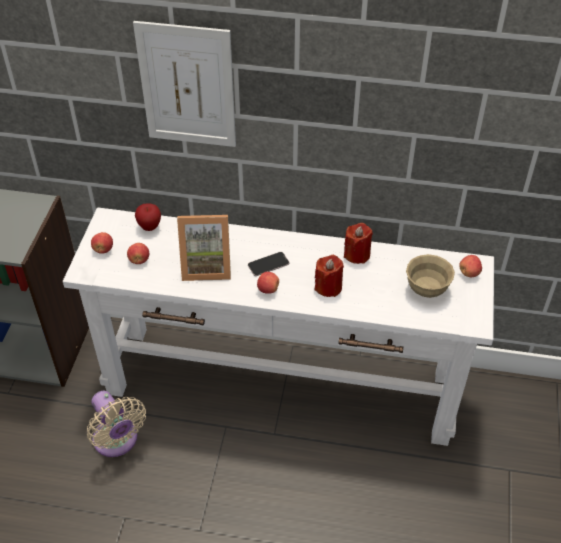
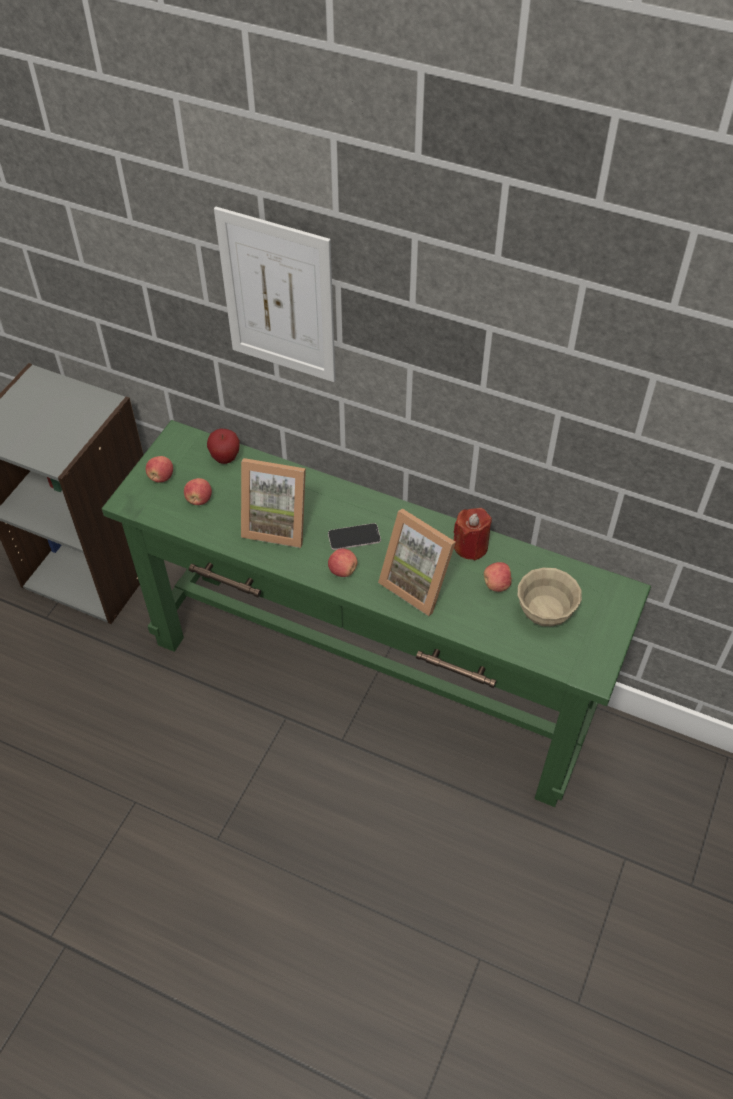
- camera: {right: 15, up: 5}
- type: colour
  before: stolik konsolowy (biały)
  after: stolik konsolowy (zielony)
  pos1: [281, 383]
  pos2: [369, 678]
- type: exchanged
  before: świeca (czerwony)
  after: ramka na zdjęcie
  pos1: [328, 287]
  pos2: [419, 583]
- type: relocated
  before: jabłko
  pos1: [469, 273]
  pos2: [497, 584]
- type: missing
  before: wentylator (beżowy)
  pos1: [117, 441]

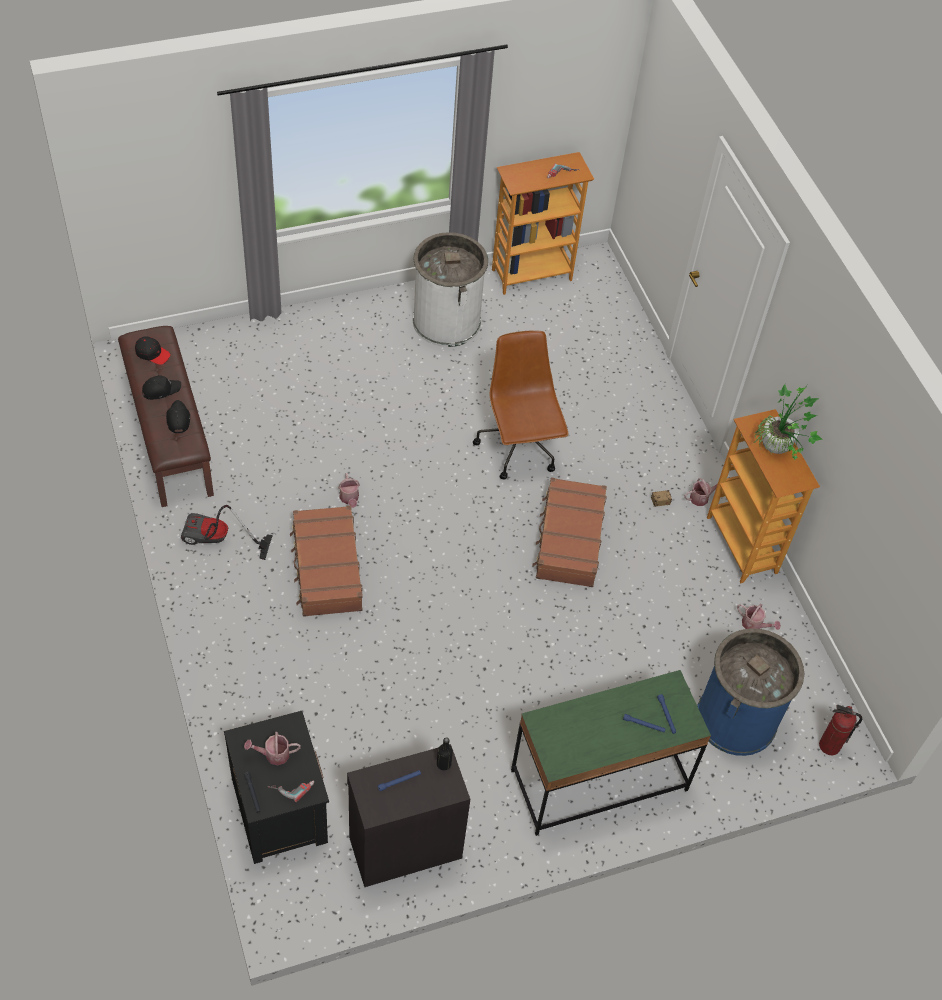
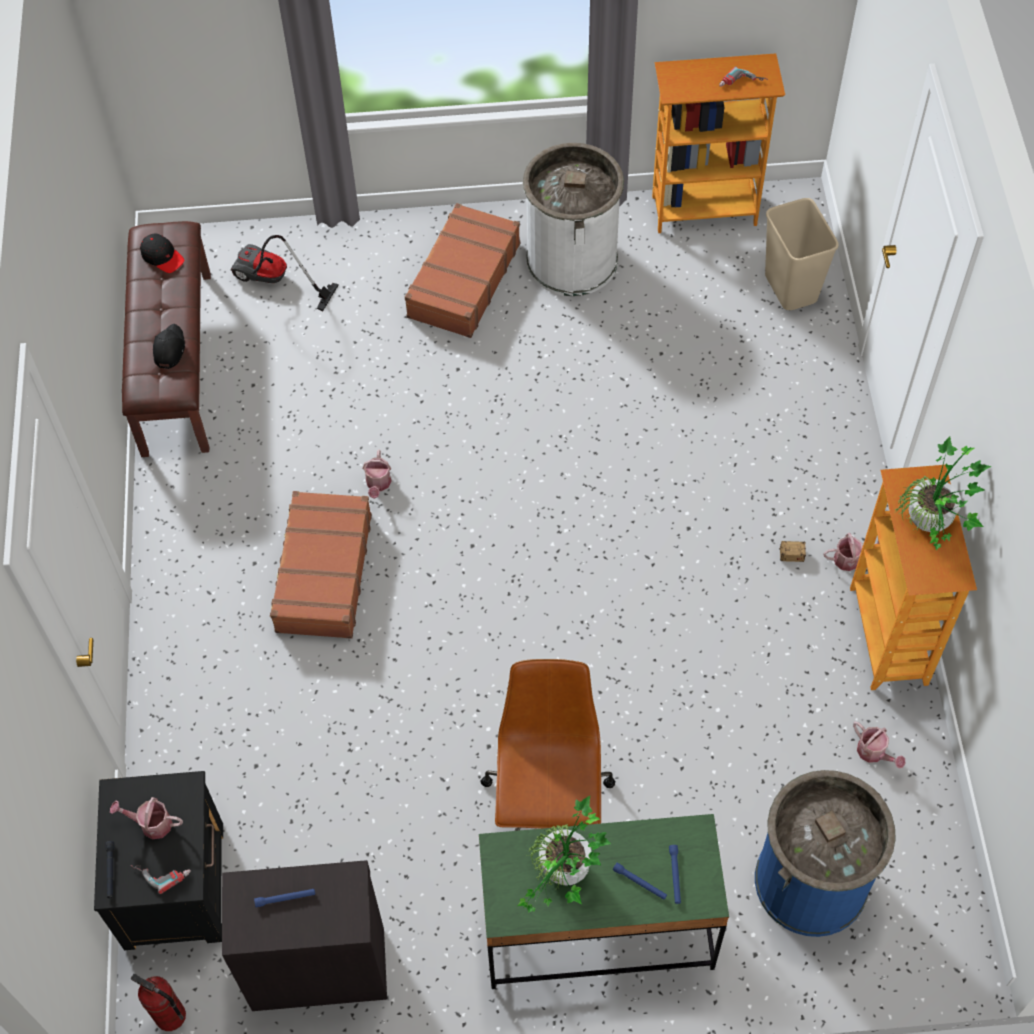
- camera: {right: 20, up: 5}
- type: relocated
  before: krzesło biurowe (brązowy)
  pos1: [519, 448]
  pos2: [548, 803]
- type: missing
  before: czapka z daszkiem (czarny)
  pos1: [160, 390]
- type: relocated
  before: walizka (brązowy)
  pos1: [569, 540]
  pos2: [463, 280]
- type: relocated
  before: odkurzacz
  pos1: [217, 541]
  pos2: [274, 282]
- type: relocated
  before: gaśnica
  pos1: [829, 746]
  pos2: [169, 1016]
- type: missing
  before: butelka (czarny)
  pos1: [443, 764]
- type: appeared
  after: kosz na śmieci (beżowy)
  pos2: [791, 288]
- type: appeared
  after: roślina doniczkowa
  pos2: [563, 878]

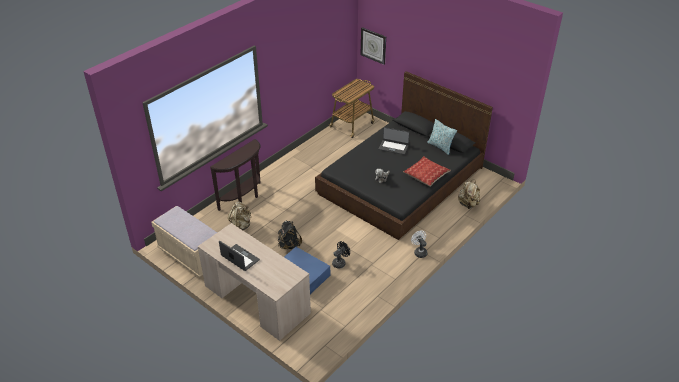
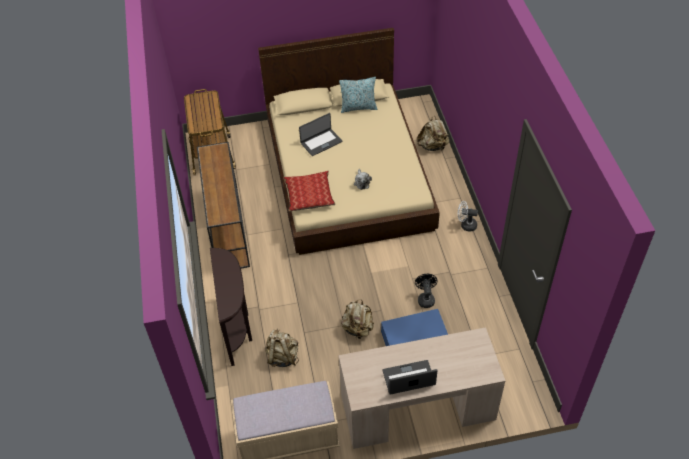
- camera: {right: -50, up: 10}
- type: missing
  before: zegar ścienny
  pos1: [373, 45]
- type: colour
  before: łóżko (czarny)
  after: łóżko (beżowy)
  pos1: [401, 180]
  pos2: [347, 172]
- type: relocated
  before: poduszka
  pos1: [426, 175]
  pos2: [309, 195]
- type: colour
  before: plecak (czarny)
  after: plecak (beżowy)
  pos1: [289, 245]
  pos2: [358, 328]
- type: appeared
  after: stolik konsolowy (brązowy)
  pos2: [227, 227]

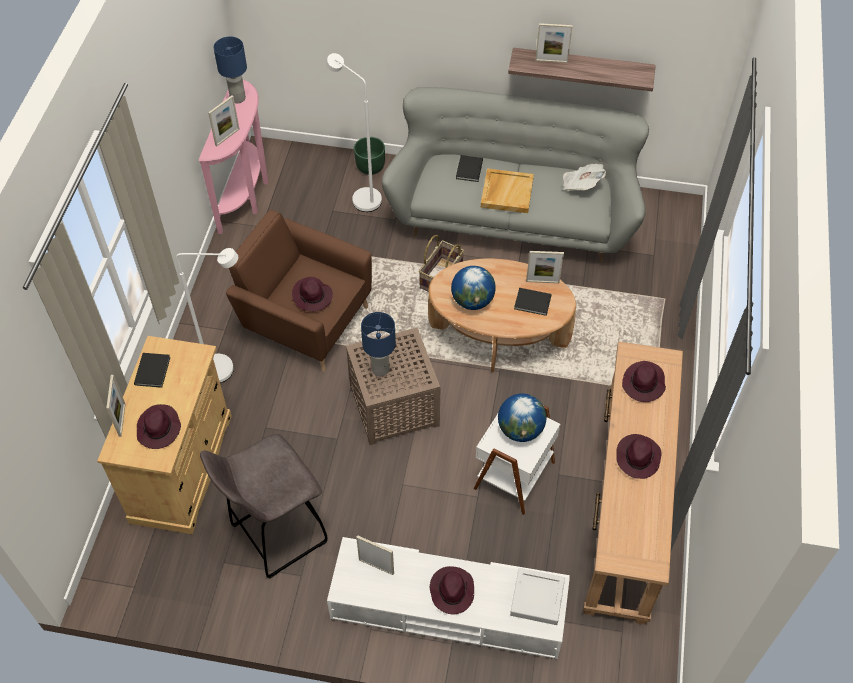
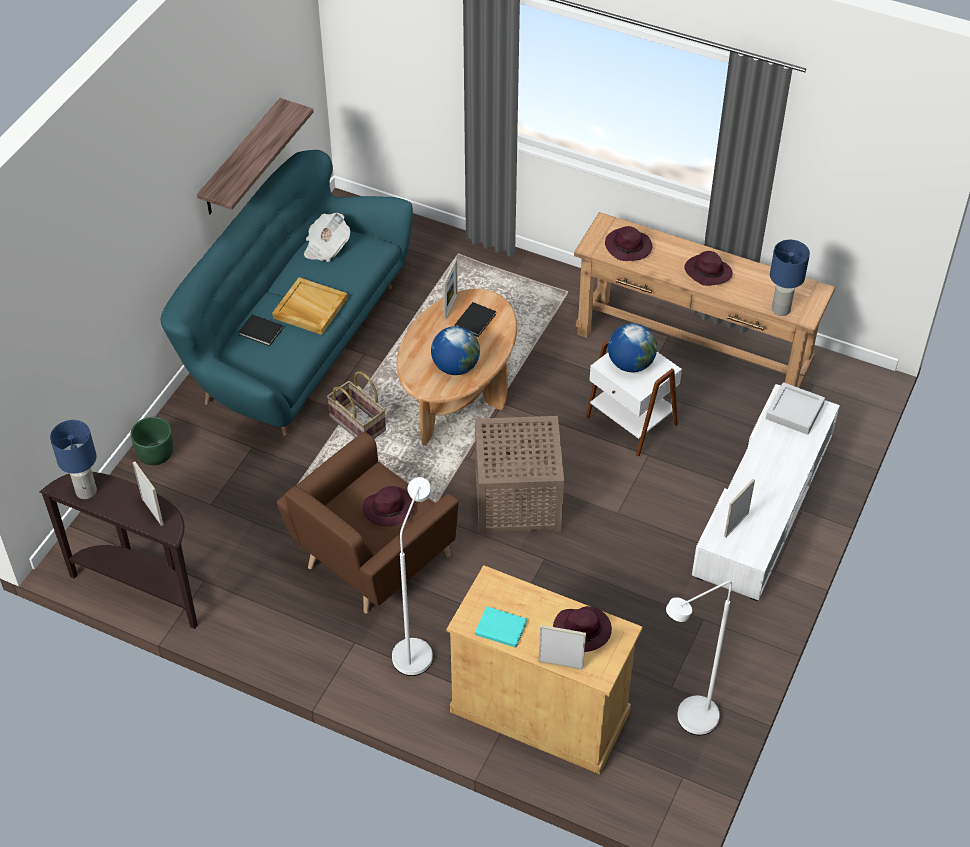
- camera: {right: -75, up: -5}
- type: missing
  before: ramka na zdjęcie
  pos1: [551, 61]
- type: relocated
  before: lampa stojąca (biały)
  pos1: [361, 196]
  pos2: [688, 722]
- type: colour
  before: stolik konsolowy (różowy)
  after: stolik konsolowy (brązowy)
  pos1: [247, 195]
  pos2: [142, 588]
- type: colour
  before: kanapa (szary)
  after: kanapa (turkusowy)
  pos1: [513, 216]
  pos2: [295, 342]
- type: relocated
  before: lampa stołowa (niebieski)
  pos1: [380, 369]
  pos2: [780, 309]
- type: colour
  before: książka (czarny)
  after: książka (turkusowy)
  pos1: [153, 370]
  pos2: [500, 627]
- type: missing
  before: stołek (szary)
  pos1: [276, 535]
- type: missing
  before: kapelusz (fioletowy)
  pos1: [451, 590]

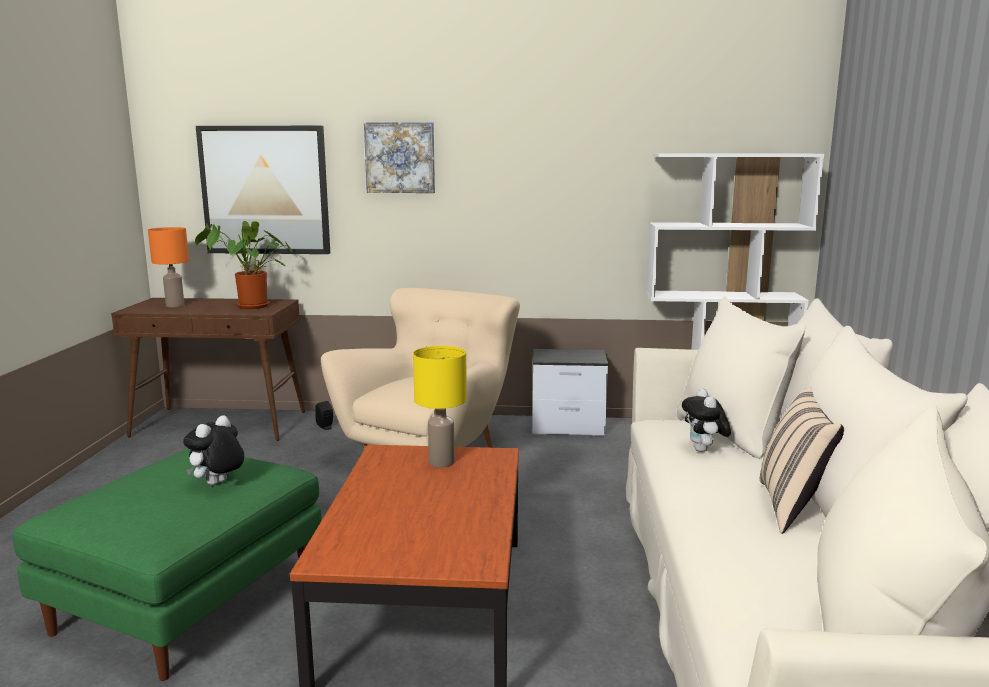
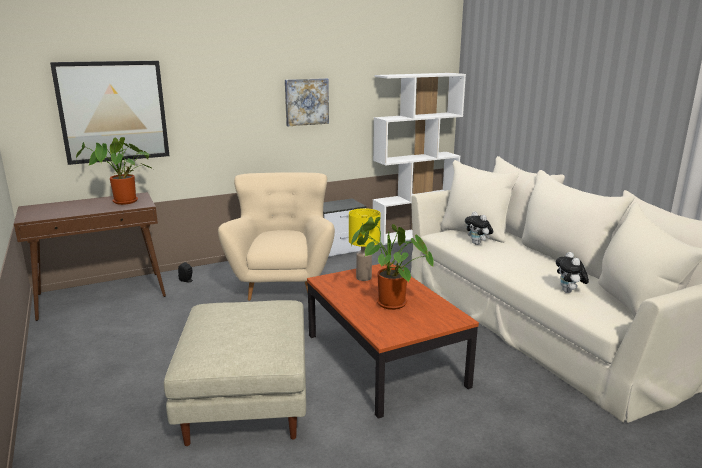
- camera: {right: -30, up: 5}
- type: relocated
  before: obraz
  pos1: [400, 158]
  pos2: [306, 102]
- type: missing
  before: lampa stołowa (pomarańczowy)
  pos1: [174, 305]
- type: missing
  before: poduszka (beżowy)
  pos1: [793, 507]
- type: relocated
  before: pluszak
  pos1: [218, 484]
  pos2: [569, 292]
- type: colour
  before: pufa (zielony)
  after: pufa (beżowy)
  pos1: [189, 598]
  pos2: [246, 397]
- type: appeared
  after: roślina doniczkowa
  pos2: [387, 303]

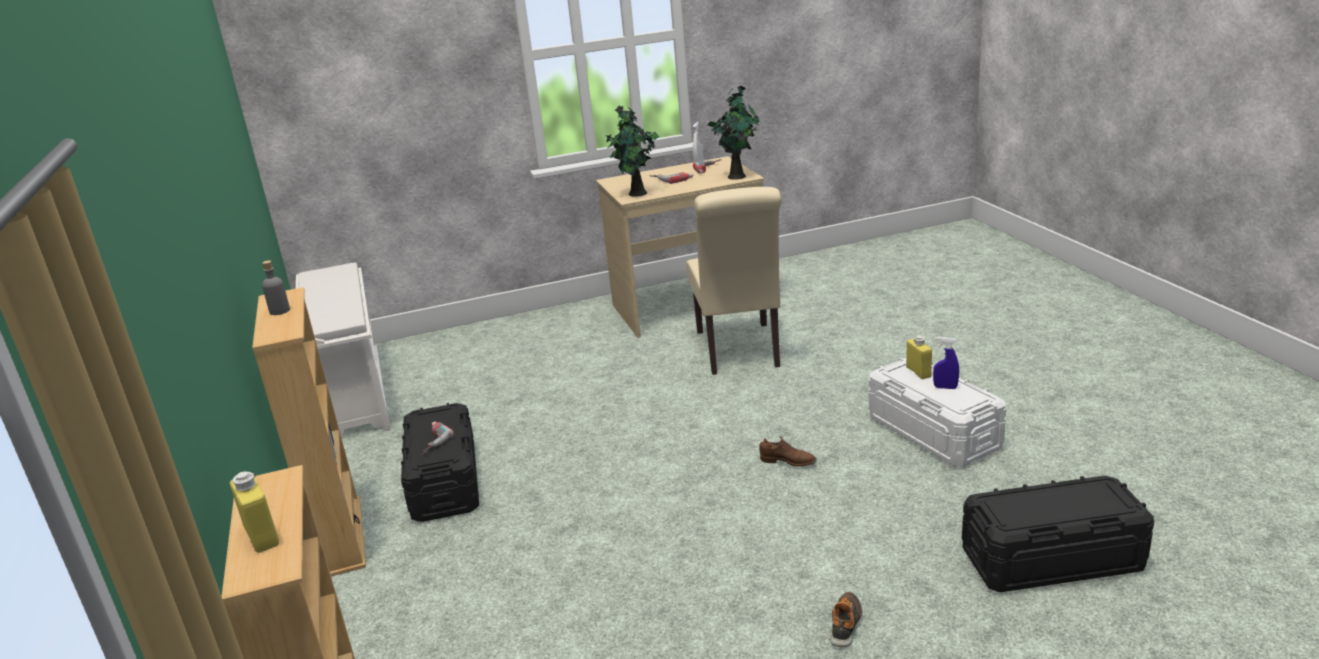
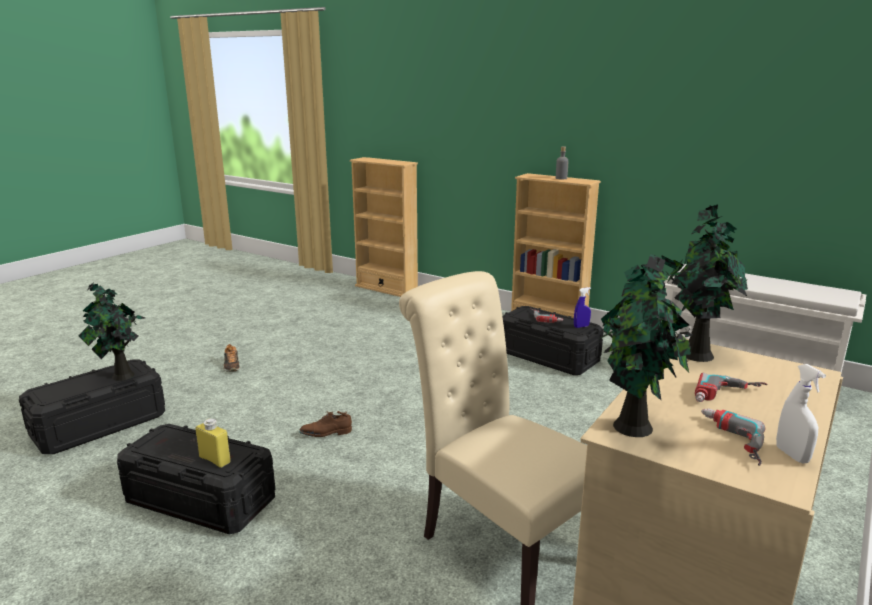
- camera: {right: 140, up: -5}
- type: relocated
  before: spryskiwacz (niebieski)
  pos1: [945, 387]
  pos2: [581, 326]
- type: colour
  before: pojemnik do przechowywania (biały)
  after: pojemnik do przechowywania (czarny)
  pos1: [933, 432]
  pos2: [201, 500]
- type: missing
  before: butelka (żółty)
  pos1: [262, 536]
- type: appeared
  after: roślina doniczkowa
  pos2: [121, 376]

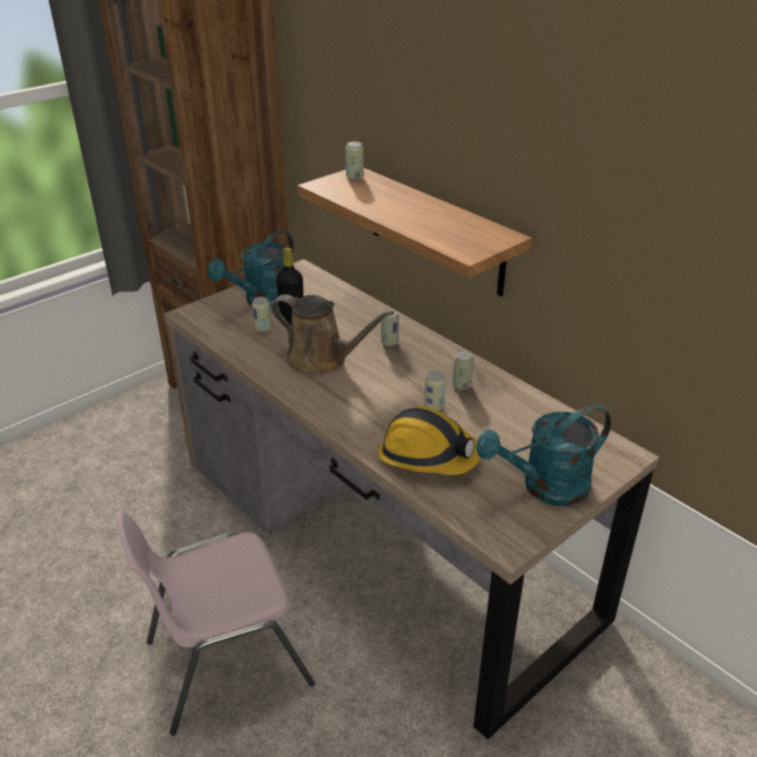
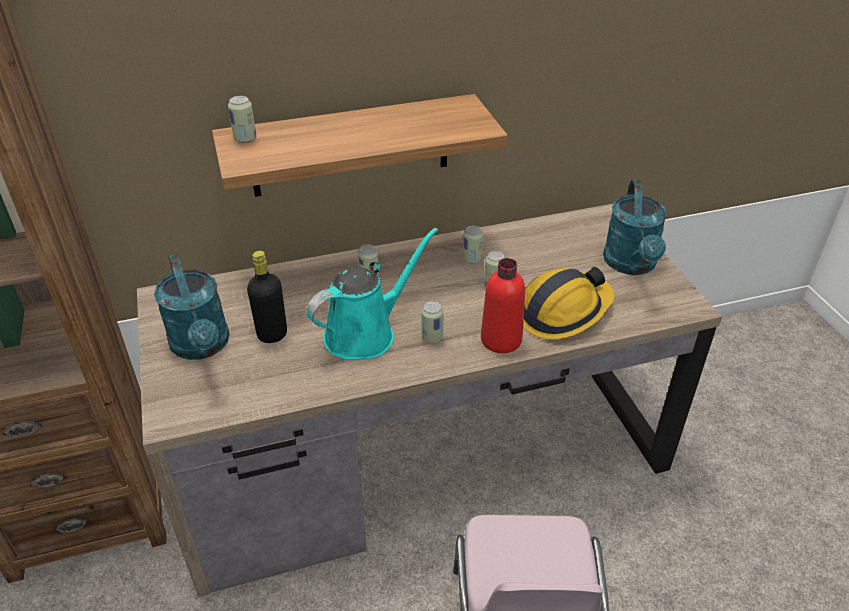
- camera: {right: -65, up: 5}
- type: colour
  before: konewka (brązowy)
  after: konewka (turkusowy)
  pos1: [322, 360]
  pos2: [365, 333]
- type: relocated
  before: puszka
  pos1: [263, 328]
  pos2: [432, 337]
- type: appeared
  after: butelka (czerwony)
  pos2: [501, 340]

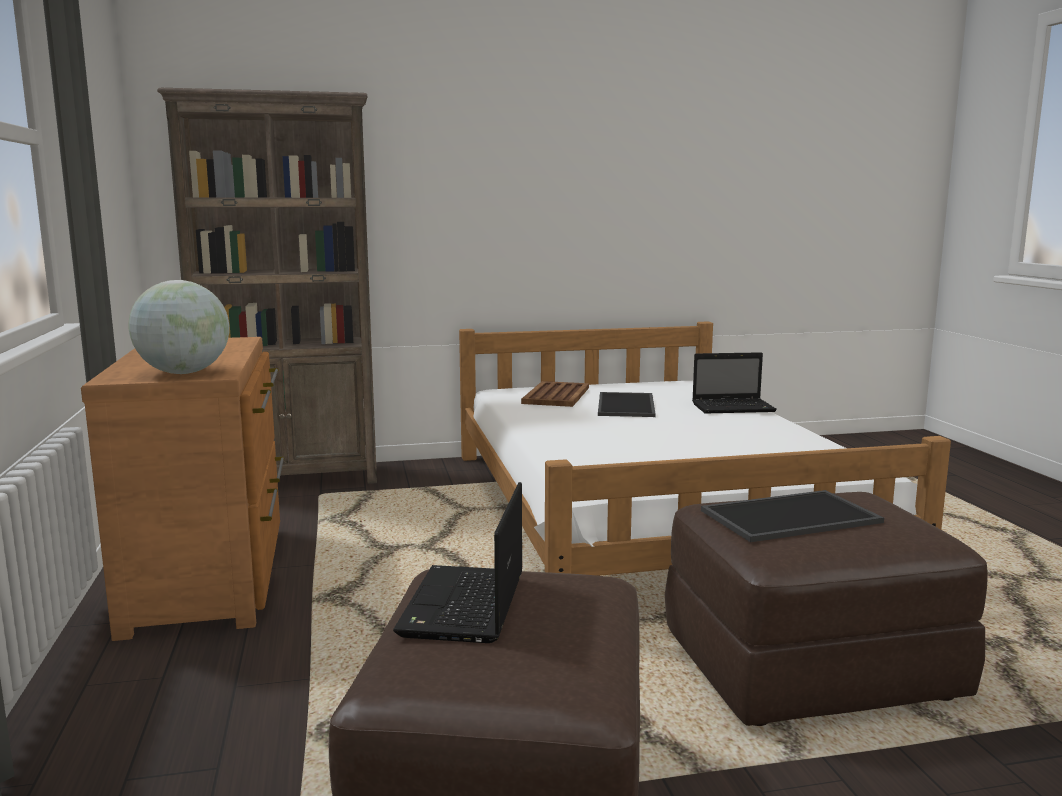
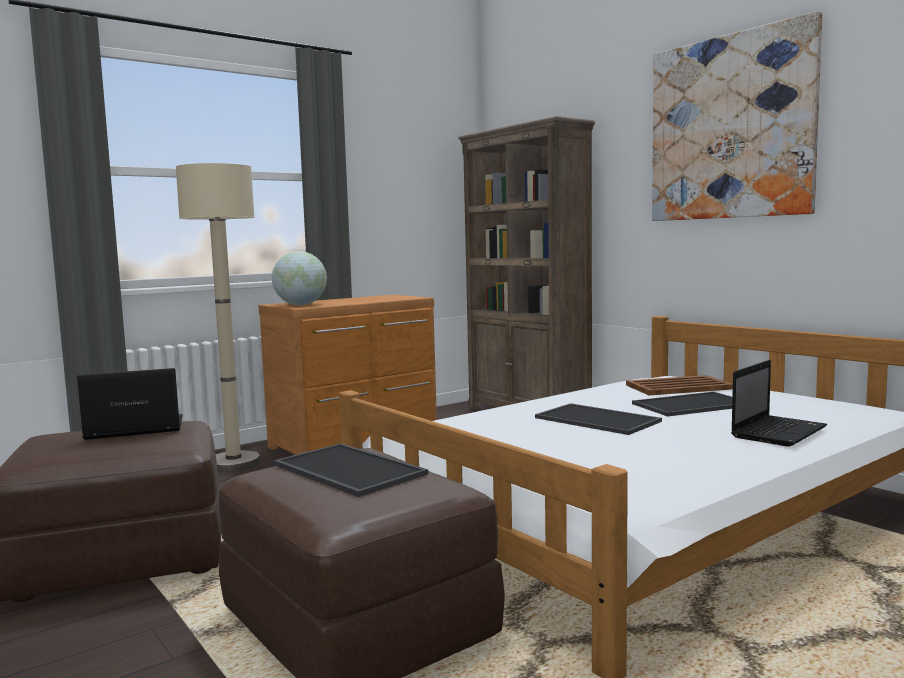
- camera: {right: 65, up: -5}
- type: spun
  before: laptop
  pos1: [734, 407]
  pos2: [779, 432]
  turn: -105
- type: appeared
  after: obraz
  pos2: [730, 128]
- type: appeared
  after: lampa stojąca (beżowy)
  pos2: [234, 464]
- type: appeared
  after: taca
  pos2: [599, 419]

